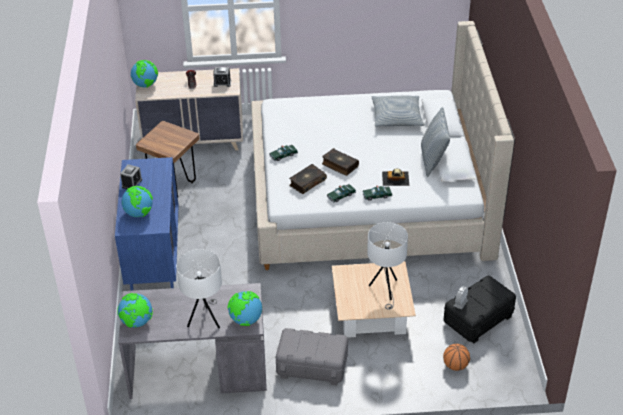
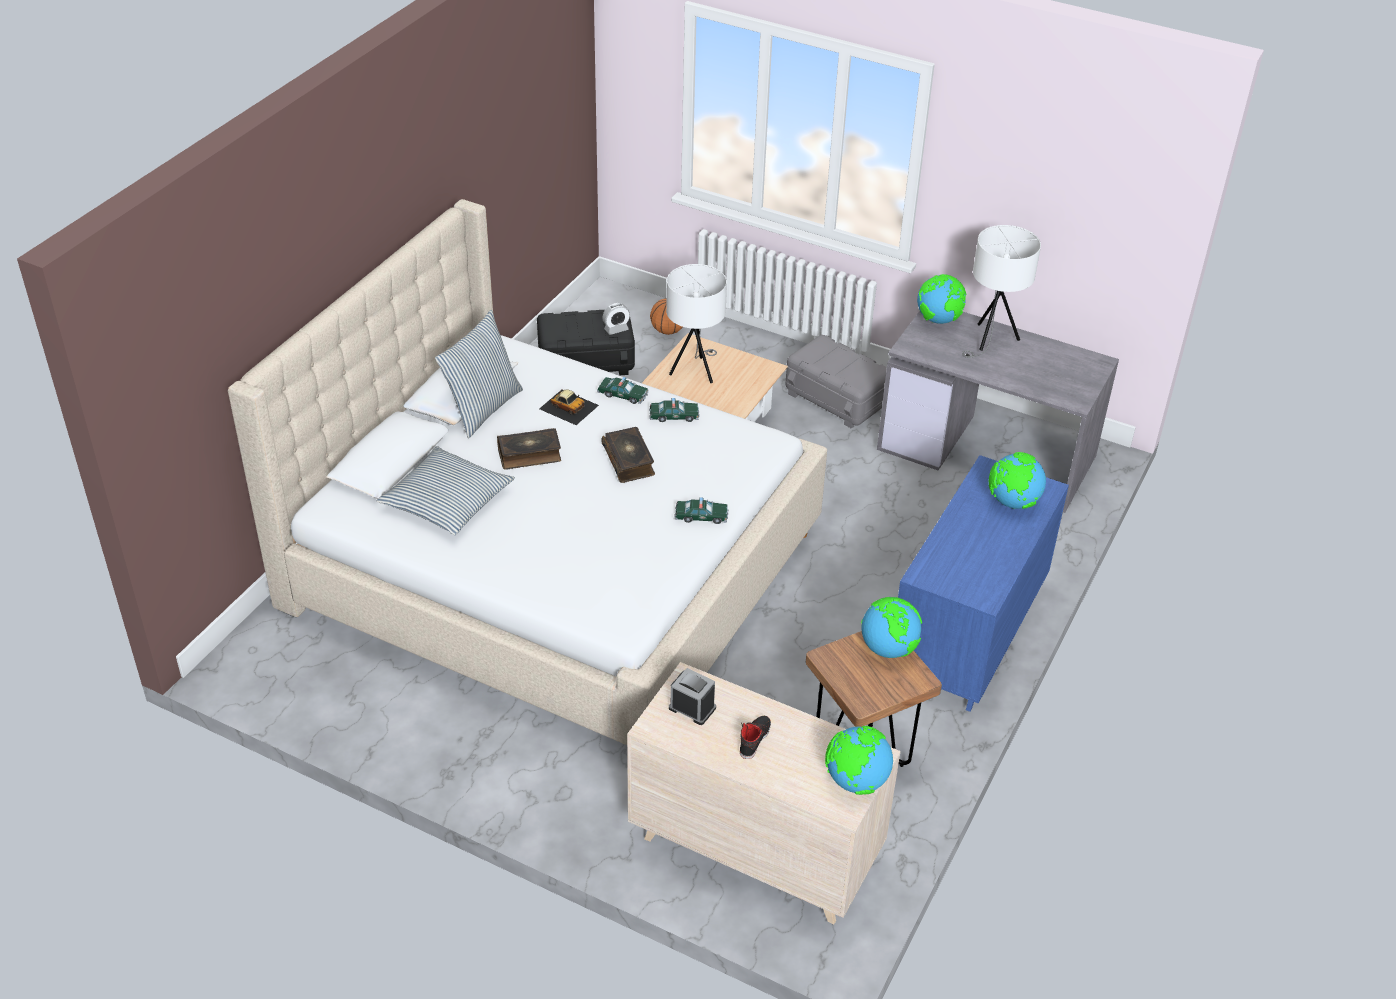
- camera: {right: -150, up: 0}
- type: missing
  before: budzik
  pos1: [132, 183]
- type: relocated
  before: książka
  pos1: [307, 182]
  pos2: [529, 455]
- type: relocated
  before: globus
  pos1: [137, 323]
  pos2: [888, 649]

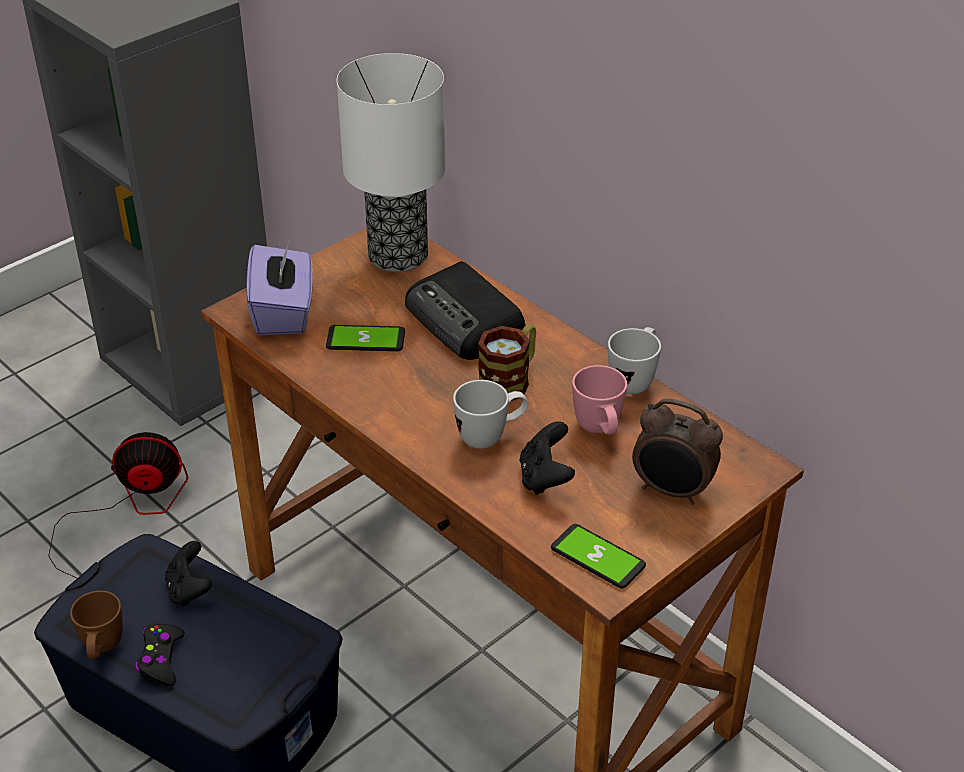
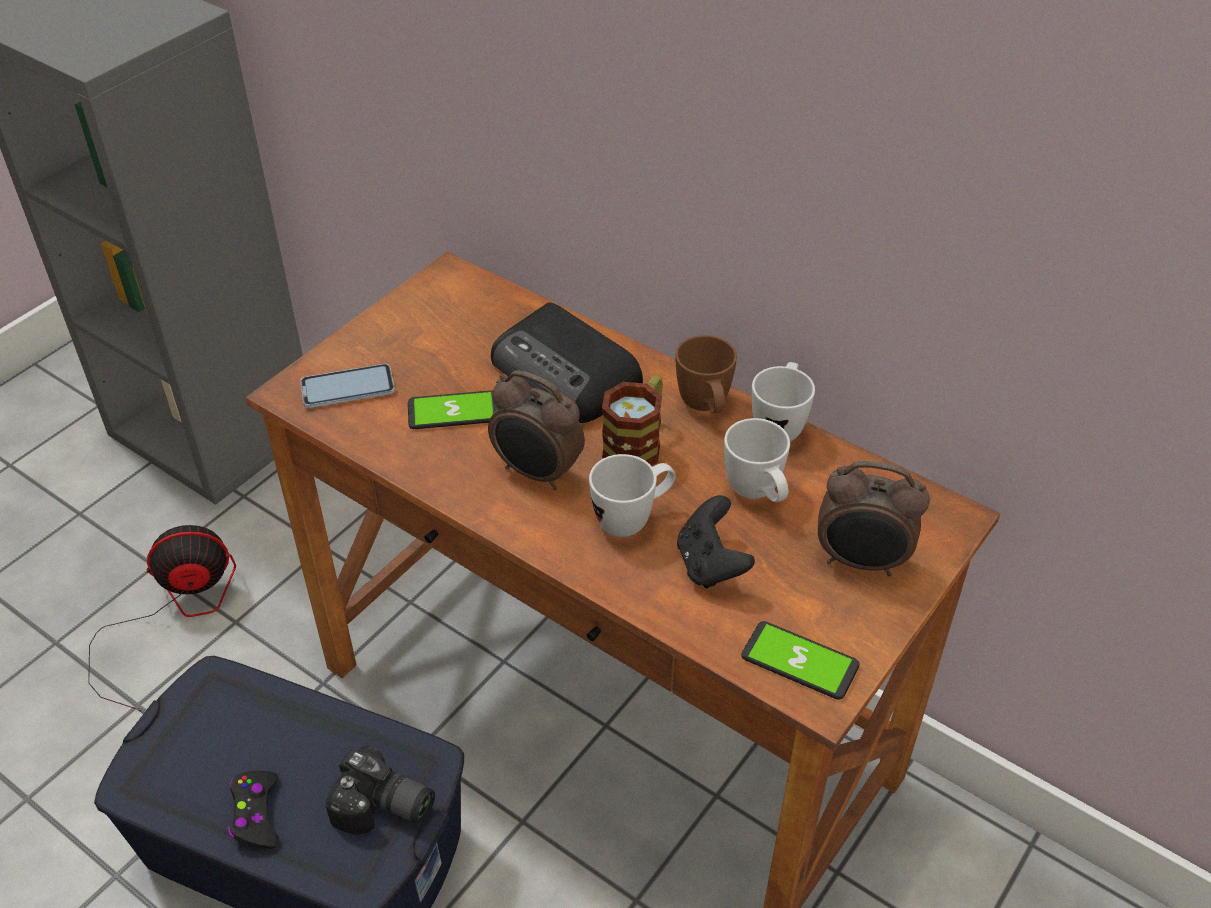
- camera: {right: -10, up: 5}
- type: missing
  before: lampa stołowa
  pos1: [398, 255]
- type: exchanged
  before: pudełko chusteczek (fioletowy)
  after: telefon
  pos1: [284, 312]
  pos2: [348, 388]
- type: colour
  before: kubek (różowy)
  after: kubek (biały)
  pos1: [600, 431]
  pos2: [758, 494]
- type: missing
  before: pad do gier (czarny)
  pos1: [189, 590]
- type: relocated
  before: kubek (brązowy)
  pos1: [102, 649]
  pos2: [706, 408]
- type: appeared
  after: budzik
  pos2: [537, 473]
- type: appeared
  after: aparat fotograficzny
  pos2: [384, 809]

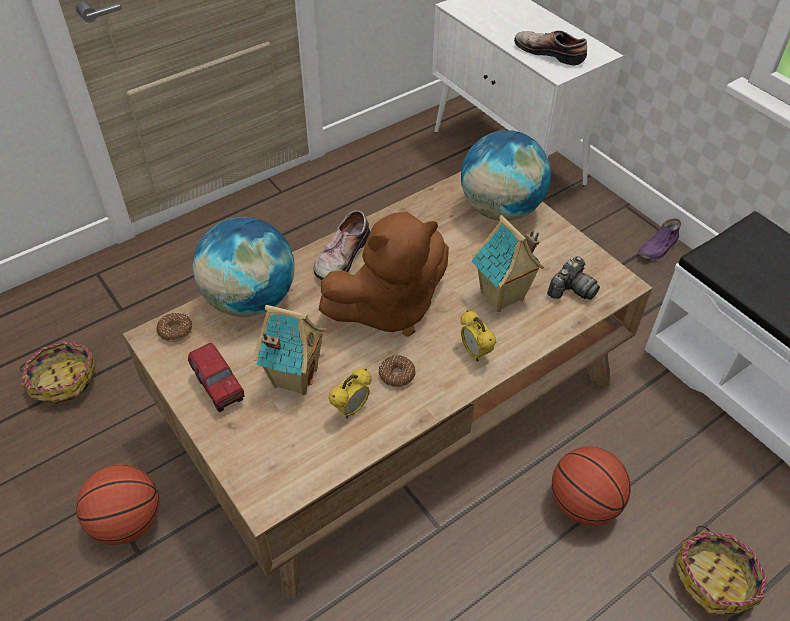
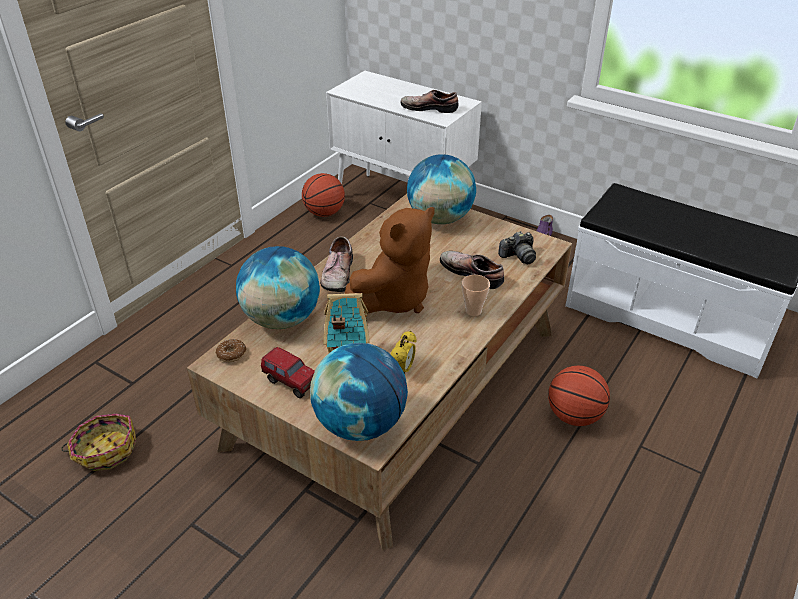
- camera: {right: -20, up: -10}
- type: exchanged
  before: domek
  after: but
  pos1: [502, 297]
  pos2: [473, 272]
- type: spun
  before: aparat fotograficzny
  pos1: [571, 289]
  pos2: [518, 256]
  turn: 45
- type: exchanged
  before: budzik
  after: filiżanka
  pos1: [475, 352]
  pos2: [473, 311]
- type: missing
  before: donut
  pos1: [397, 375]
- type: relocated
  before: piłka do koszykówki
  pos1: [127, 522]
  pos2: [324, 213]
- type: missing
  before: koszyk
  pos1: [715, 579]
- type: appeared
  after: globus
  pos2: [360, 424]

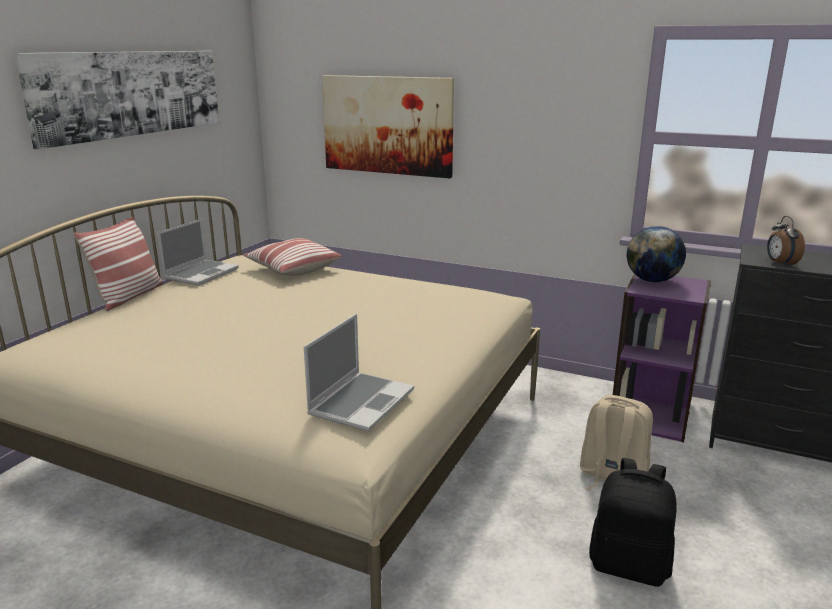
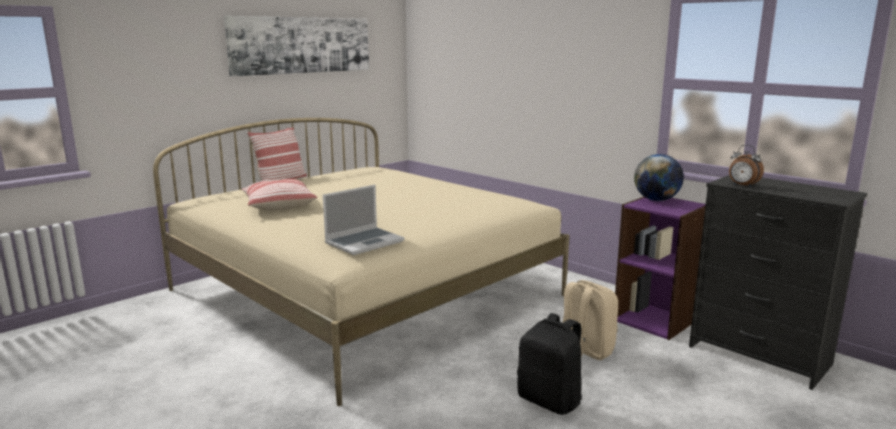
- camera: {right: 20, up: -5}
- type: missing
  before: obraz
  pos1: [387, 125]
- type: spun
  before: budzik
  pos1: [780, 264]
  pos2: [742, 186]
  turn: -60
- type: missing
  before: laptop
  pos1: [201, 273]
- type: relocated
  before: poduszka
  pos1: [293, 269]
  pos2: [278, 206]

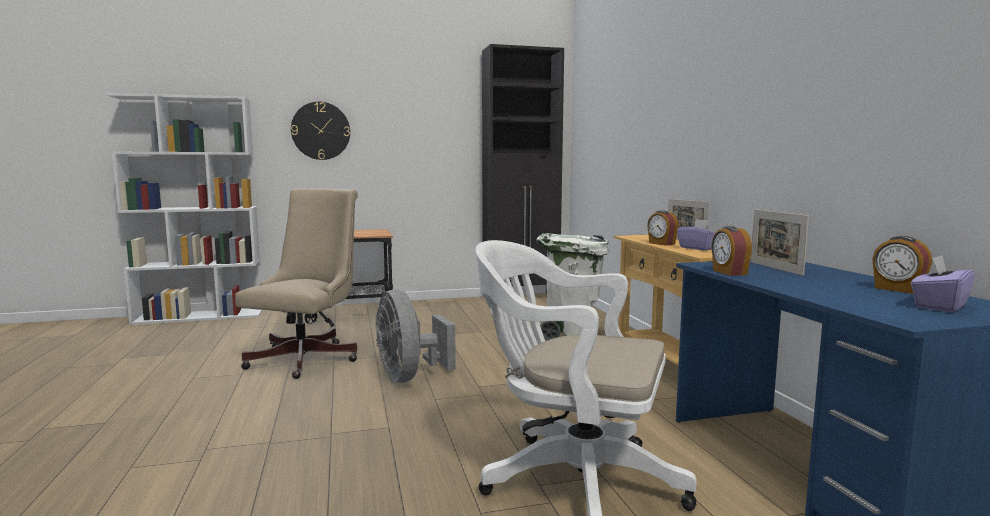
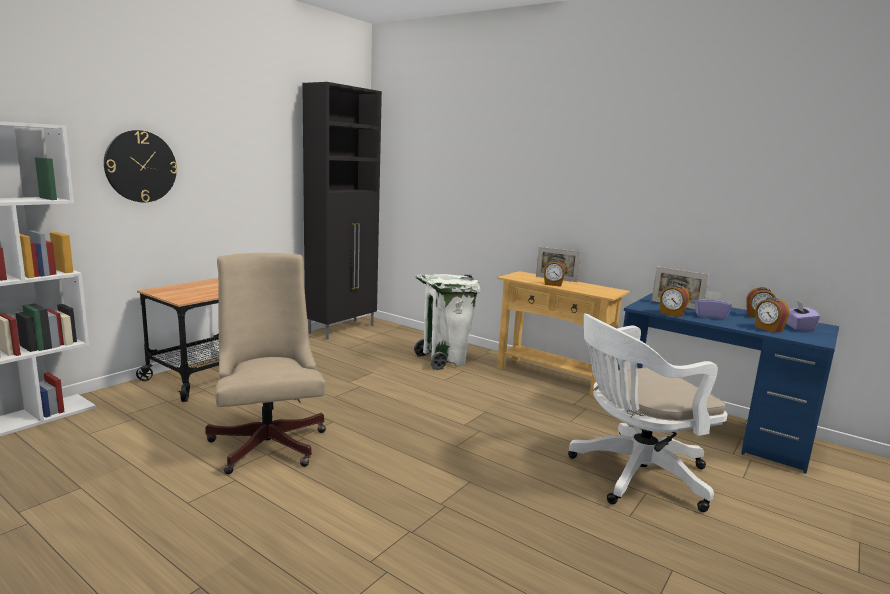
- camera: {right: -40, up: 5}
- type: relocated
  before: pudełko chusteczek (fioletowy)
  pos1: [698, 248]
  pos2: [710, 316]
- type: missing
  before: wentylator (szary)
  pos1: [409, 377]
- type: appeared
  after: budzik
  pos2: [768, 329]

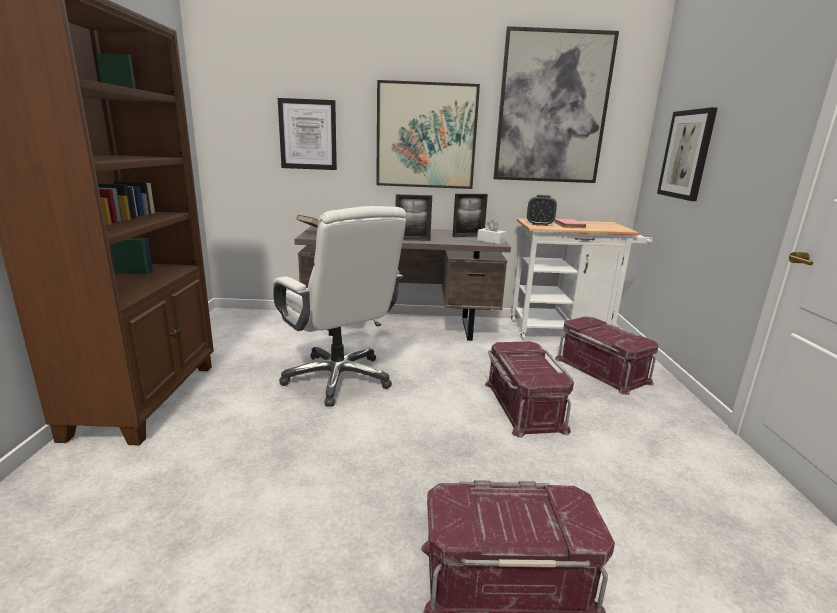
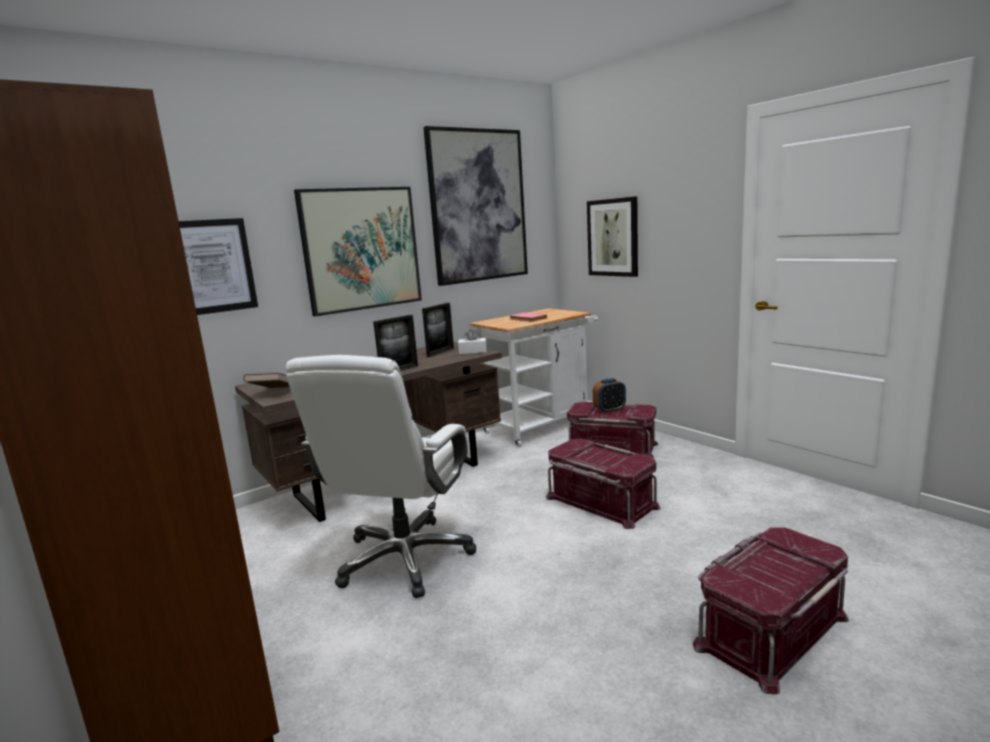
- camera: {right: -35, up: -5}
- type: relocated
  before: budzik
  pos1: [540, 224]
  pos2: [609, 410]
- type: spun
  before: krzesło biurowe (biały)
  pos1: [338, 378]
  pos2: [404, 559]
  turn: 90

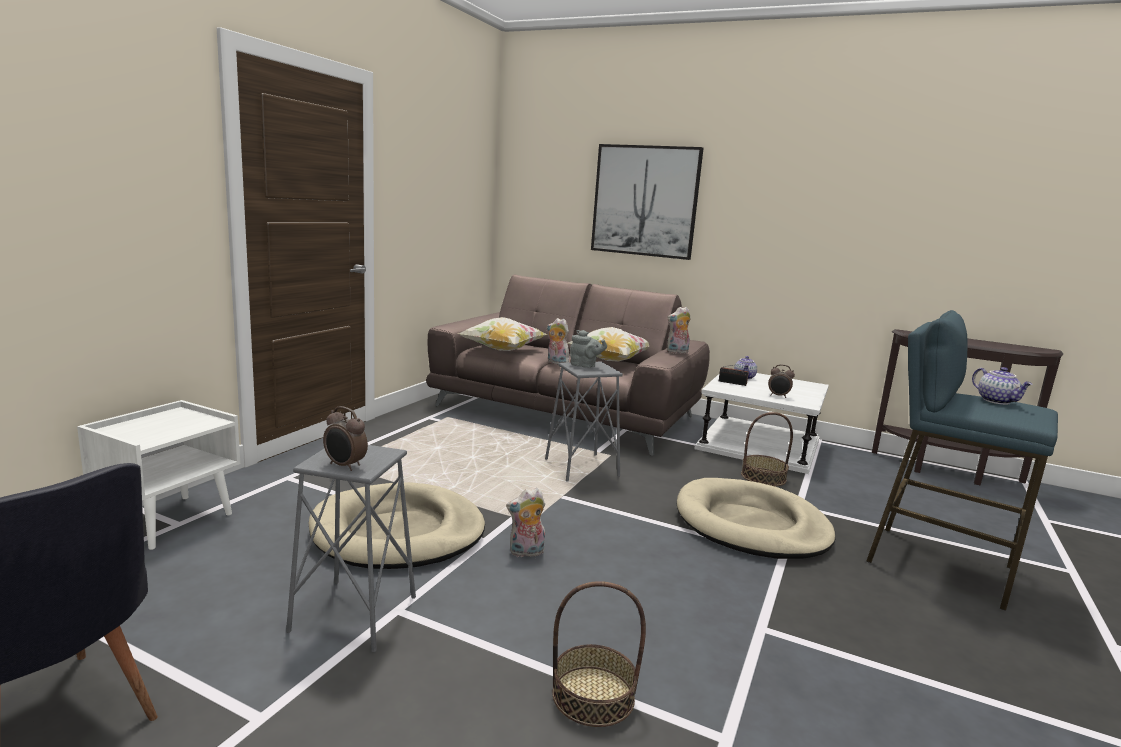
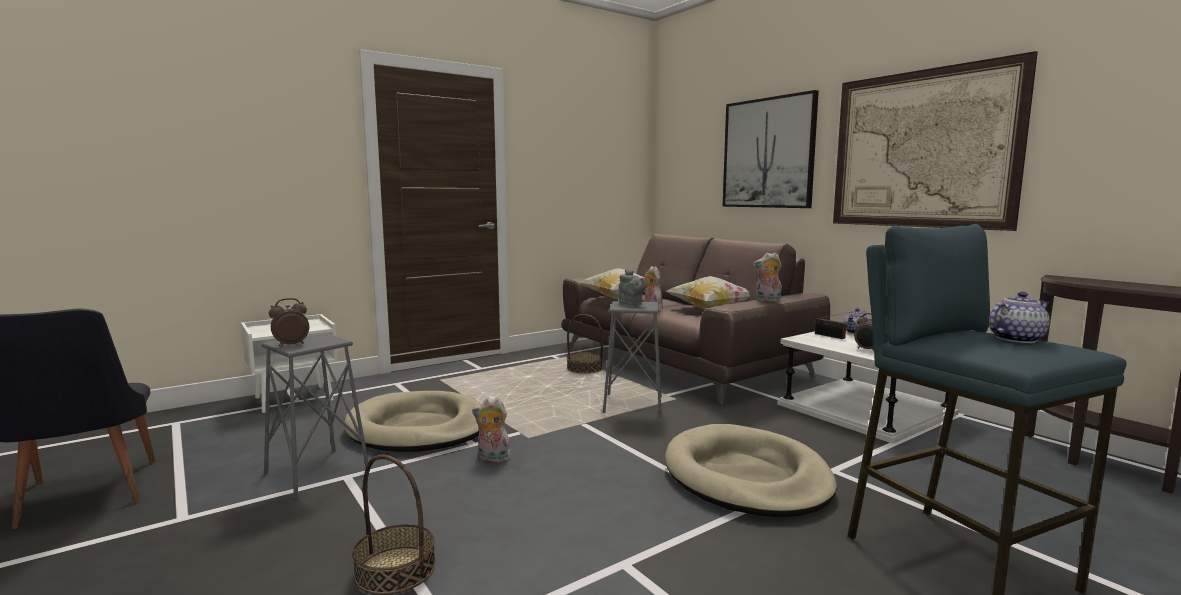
- camera: {right: 30, up: -5}
- type: spun
  before: imbryk
  pos1: [997, 401]
  pos2: [1015, 339]
  turn: -120
- type: spun
  before: budzik
  pos1: [345, 466]
  pos2: [291, 345]
  turn: 90
- type: relocated
  before: koszyk
  pos1: [763, 477]
  pos2: [585, 369]
- type: appeared
  after: obraz
  pos2: [921, 149]

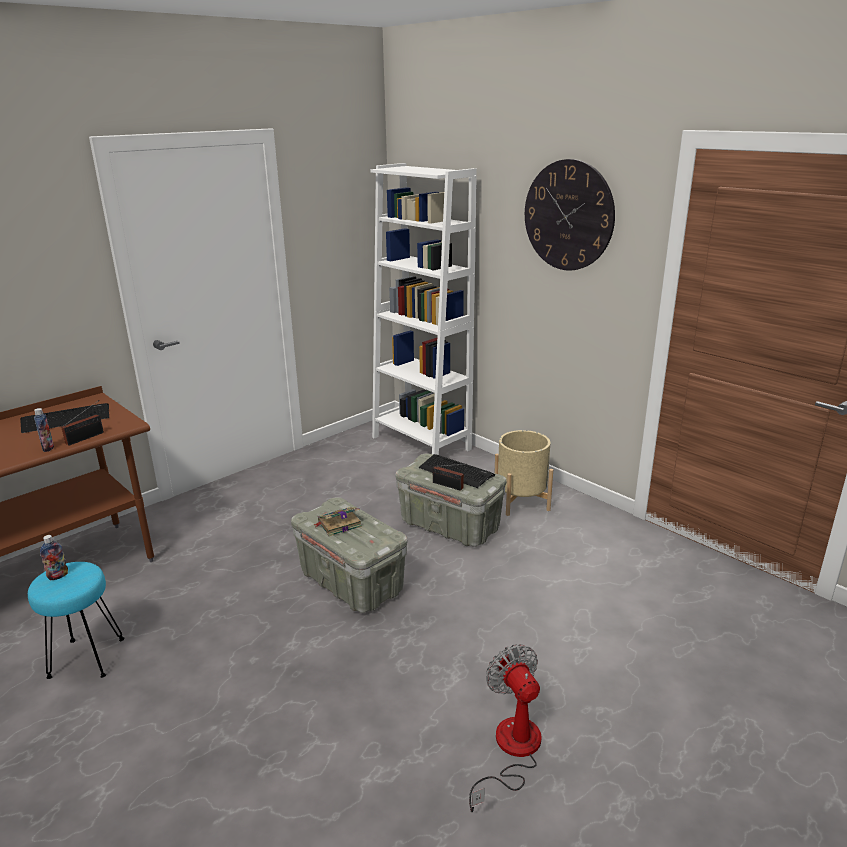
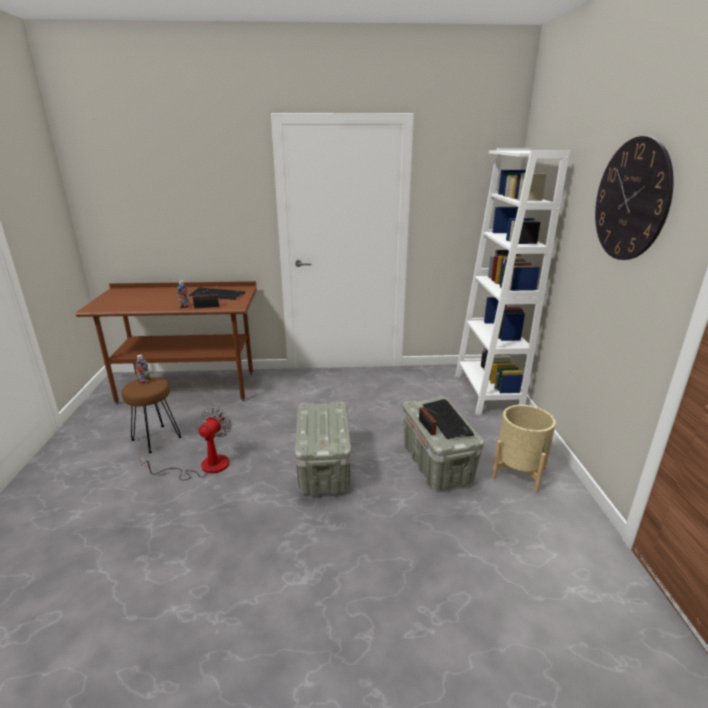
- camera: {right: 40, up: 0}
- type: missing
  before: książka
  pos1: [338, 524]
- type: colour
  before: stołek (turkusowy)
  after: stołek (brązowy)
  pos1: [86, 659]
  pos2: [155, 439]
- type: relocated
  before: wentylator
  pos1: [511, 751]
  pos2: [204, 467]

